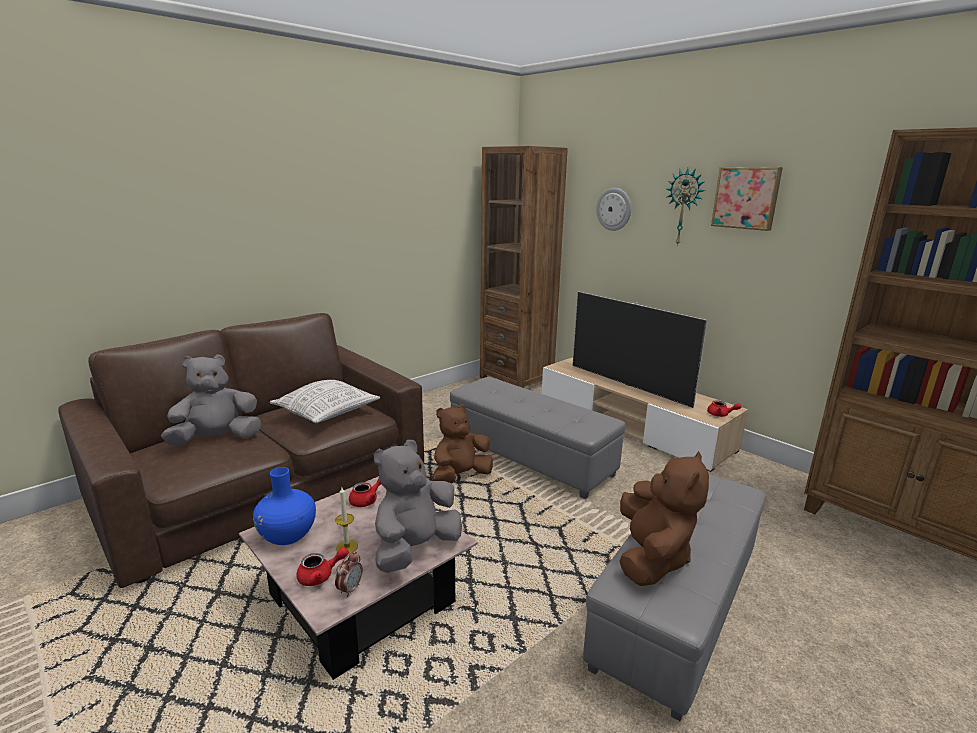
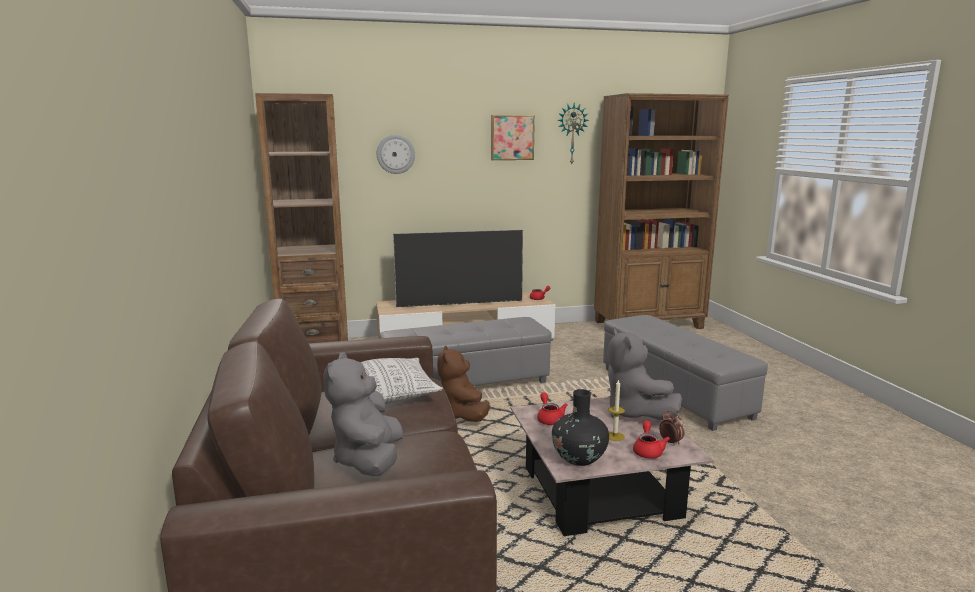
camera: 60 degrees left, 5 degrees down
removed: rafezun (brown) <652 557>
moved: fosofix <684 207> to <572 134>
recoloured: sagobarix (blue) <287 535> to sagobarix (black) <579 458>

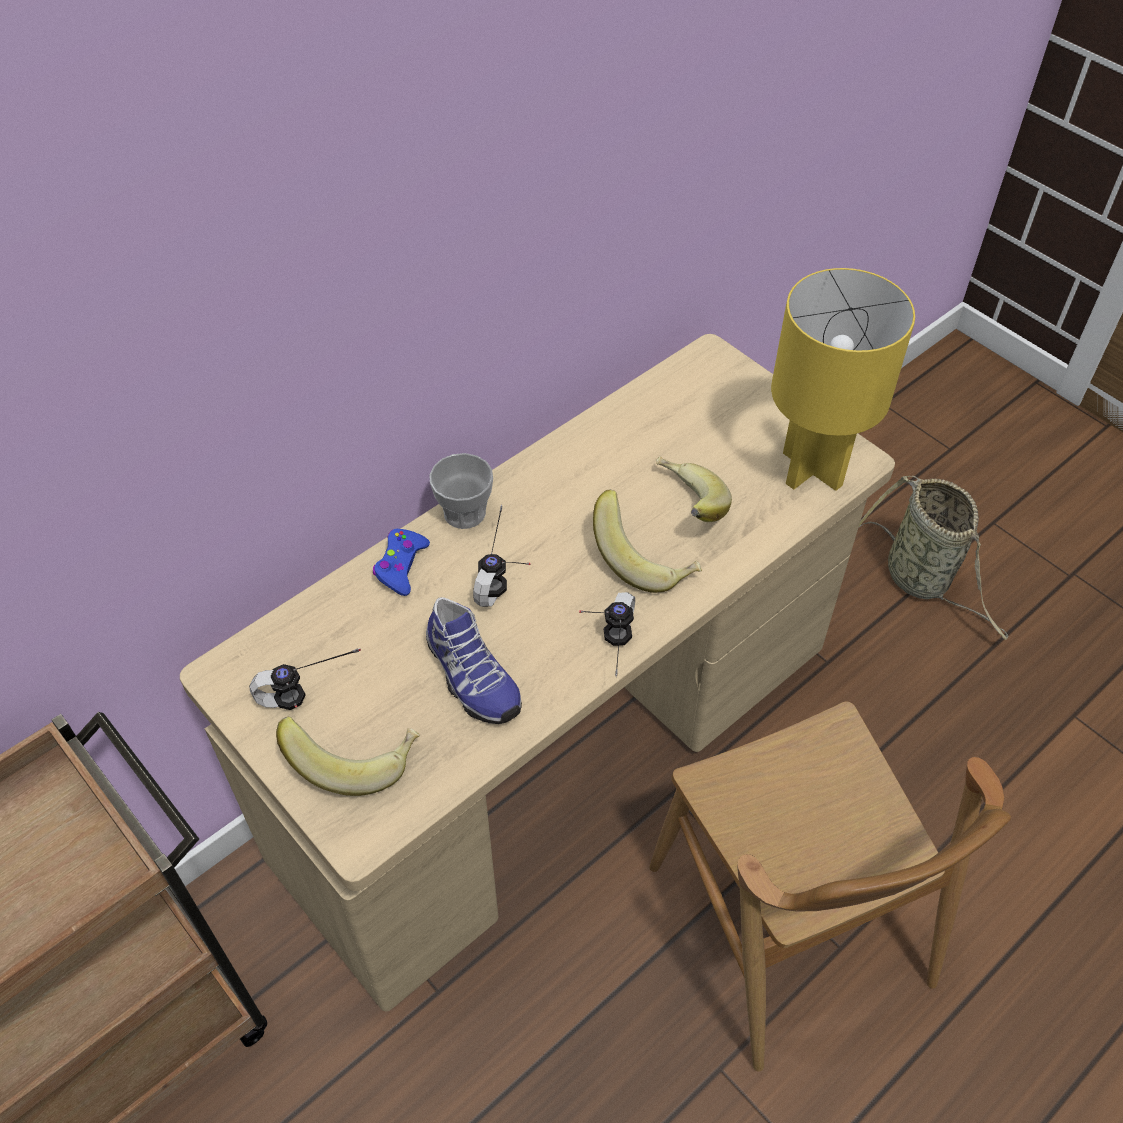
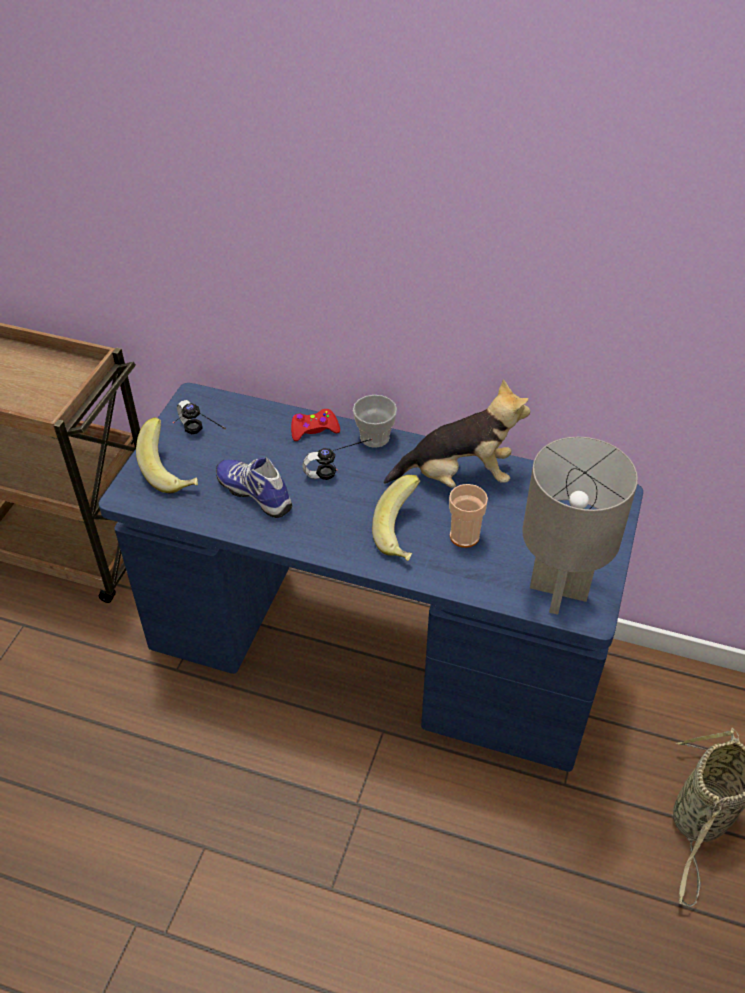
camera: 60 degrees right, 5 degrees down
removed: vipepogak <603 651>; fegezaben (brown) <789 925>
added: rafezun <458 476>
replaced: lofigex <684 507> to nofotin <464 536>
recoloured: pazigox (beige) <560 751> to pazigox (blue) <373 652>; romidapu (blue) <401 566> to romidapu (red) <314 429>; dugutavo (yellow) <812 468> to dugutavo (grey) <559 591>
turned: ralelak <469 677> = <256 493> 105 degrees clockwise

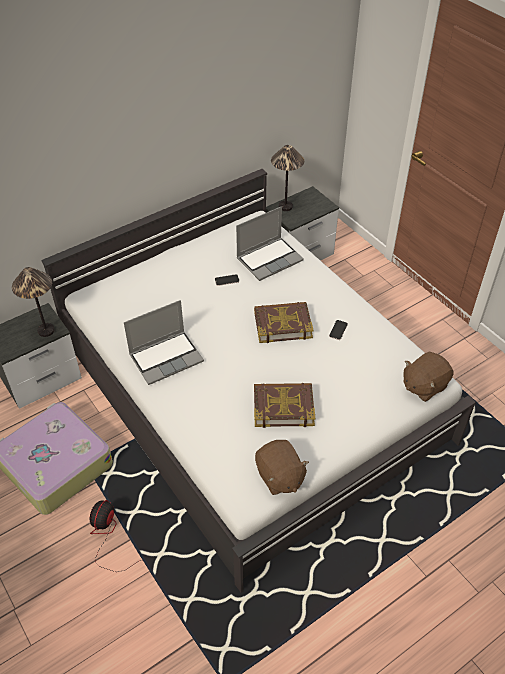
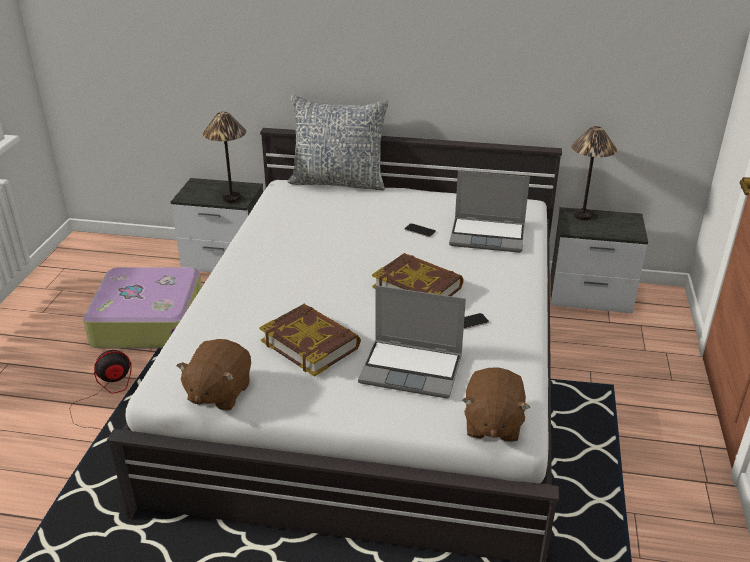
camera: 45 degrees right, 15 degrees down
added: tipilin <338 182>
moved: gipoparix <166 357> to <412 369>
turned: rafezun (brown) <424 385> = <492 424> 90 degrees counterclockwise

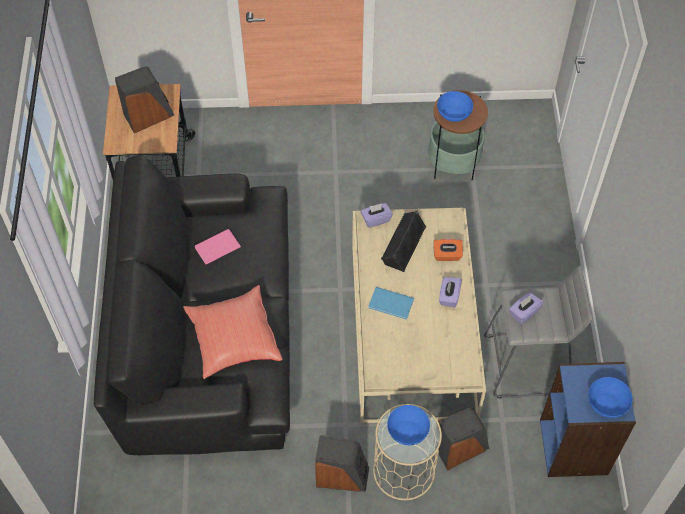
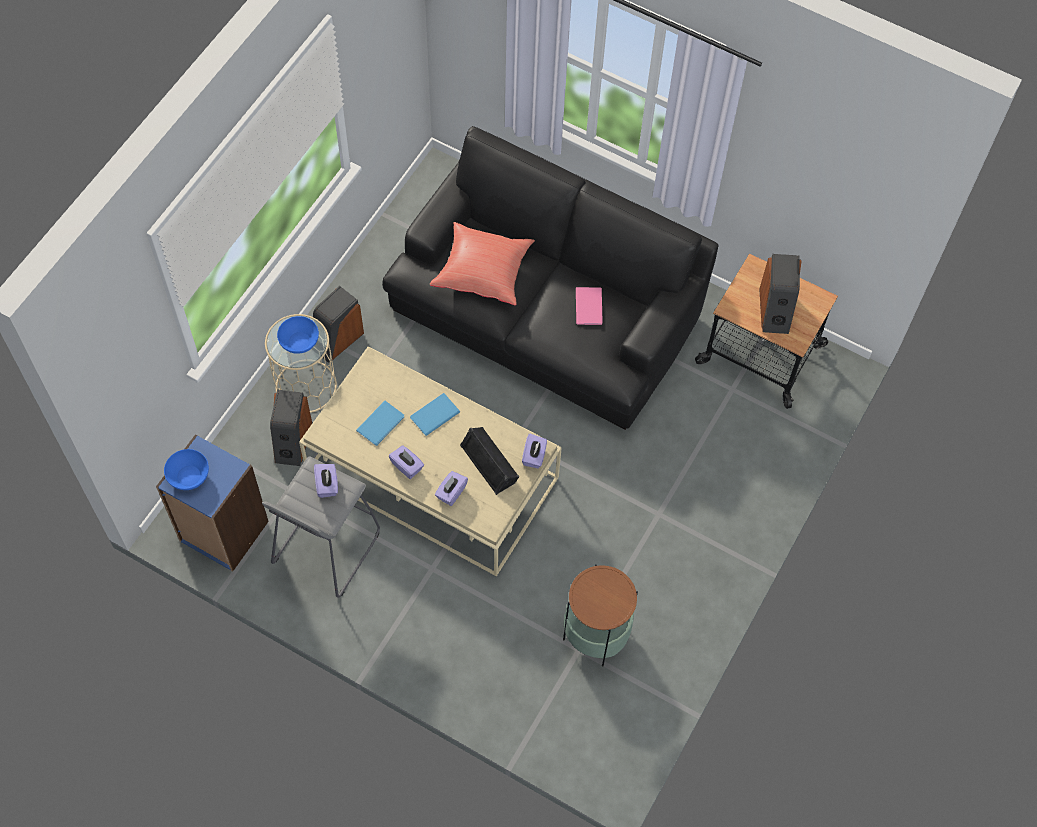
camera: 120 degrees right, 5 degrees up
removed: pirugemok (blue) <453 114>
added: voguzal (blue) <382 423>
recoloured: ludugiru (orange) <447 255> to ludugiru (purple) <451 492>

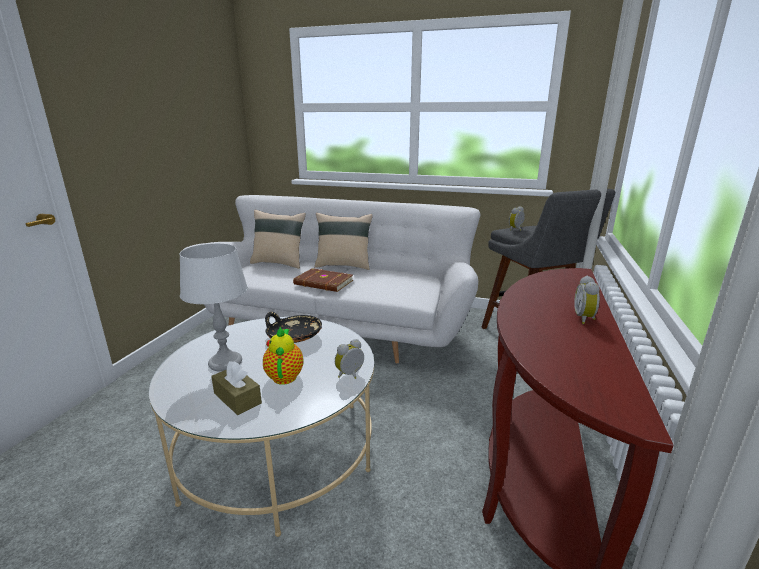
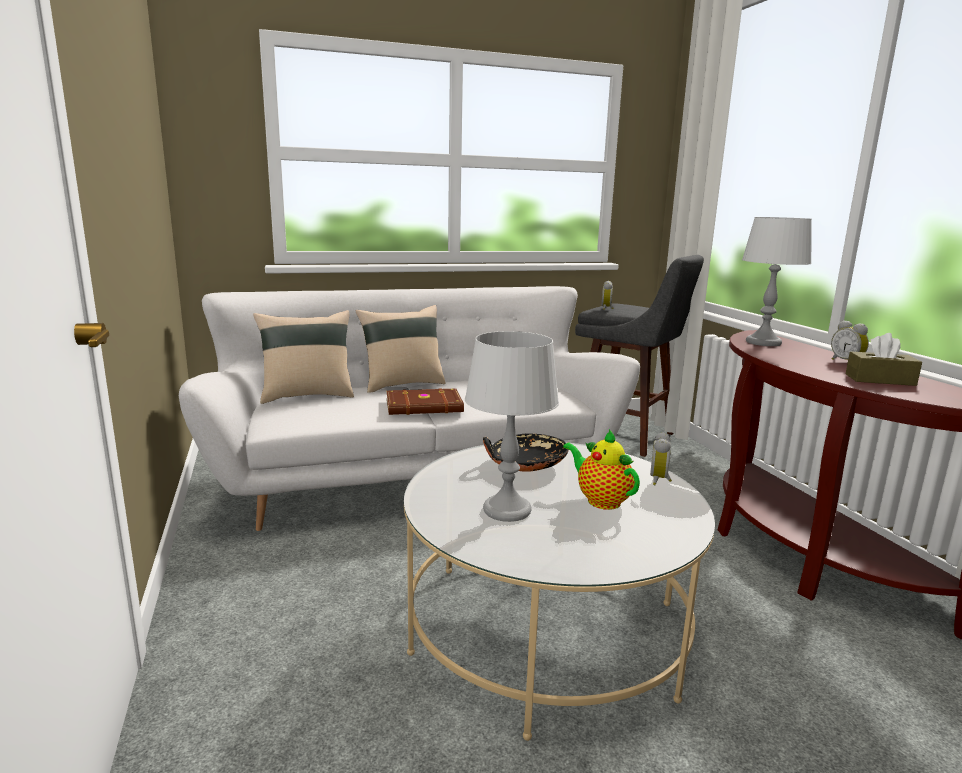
camera: 35 degrees left, 5 degrees down
added: dugutavo (grey) <763 342>
moved: ludugiru (brown) <237 398> to <880 380>

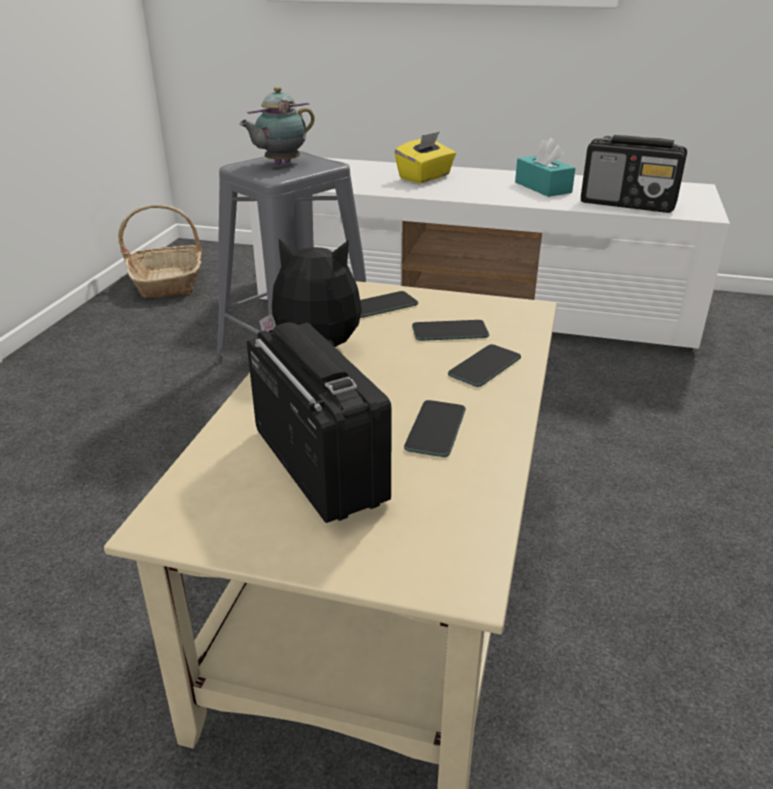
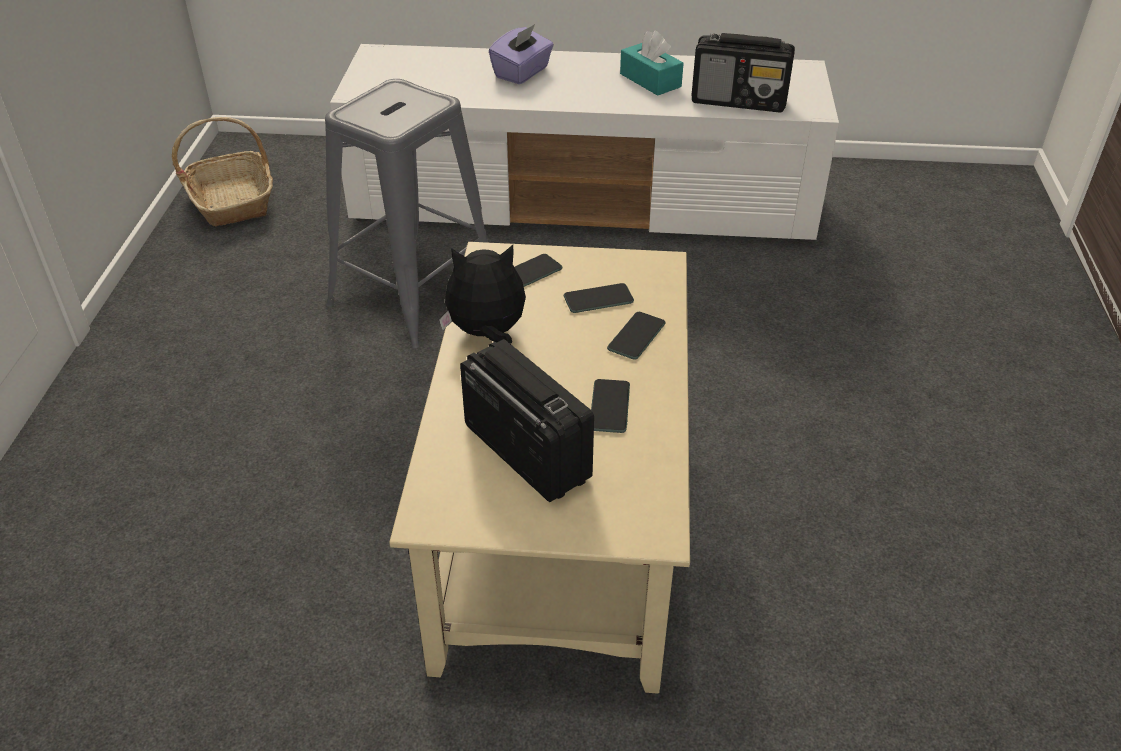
camera: 10 degrees left, 10 degrees up
removed: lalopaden <280 164>
recoloured: ludugiru (yellow) <425 177> to ludugiru (purple) <522 73>

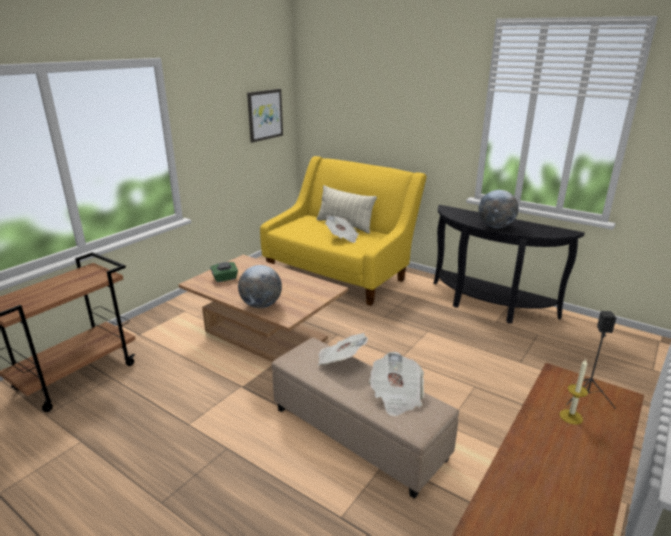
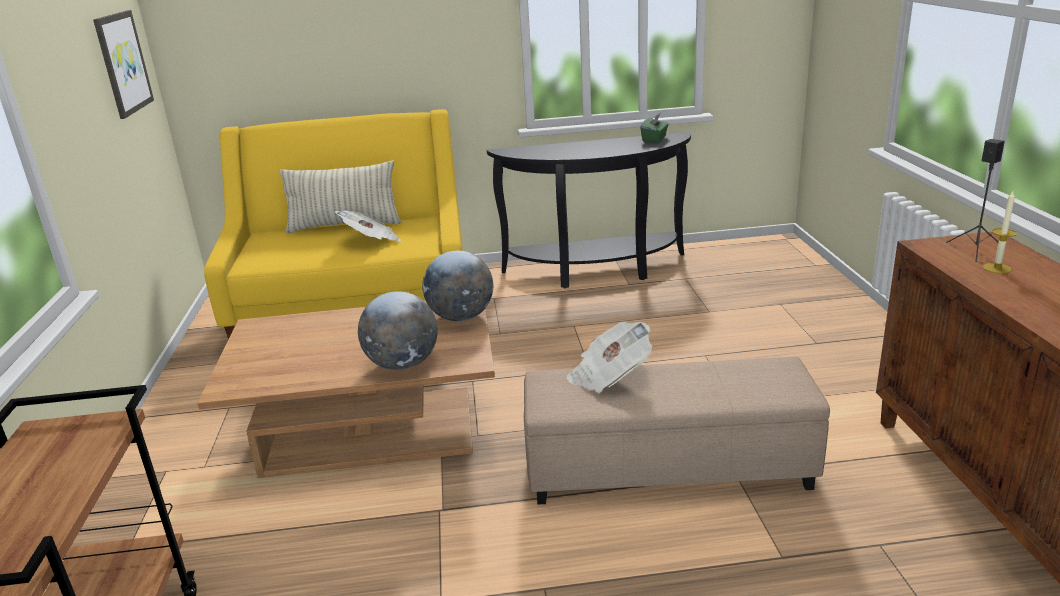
camera: 40 degrees left, 0 degrees up
removed: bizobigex <396 396>
moved: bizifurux <495 227> to <461 317>; ludugiru (green) <225 278> to <654 139>

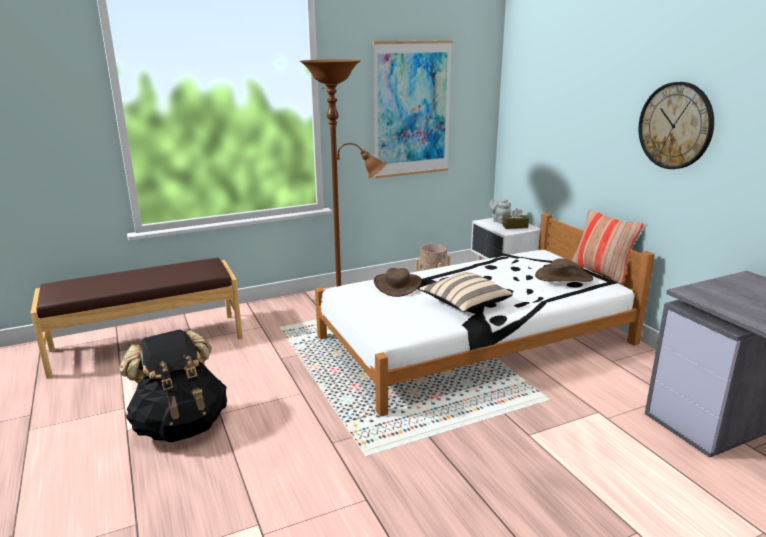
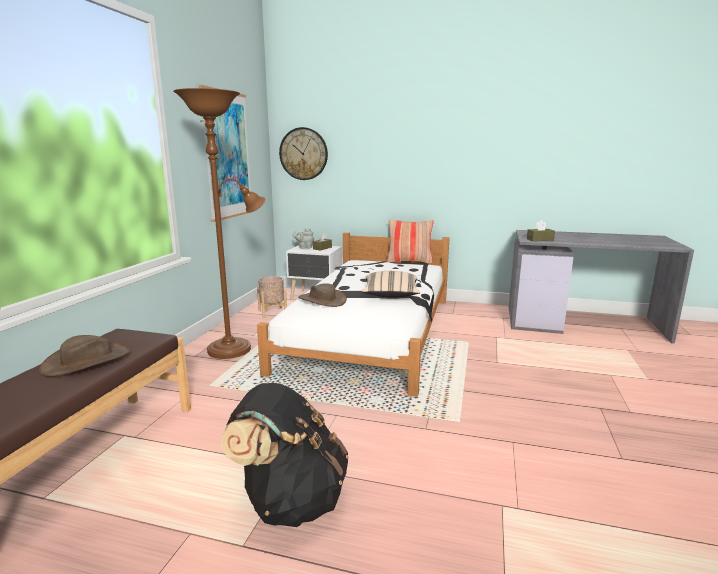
camera: 50 degrees left, 5 degrees down
added: ludugiru (brown) <540 239>
moved: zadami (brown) <563 277> to <87 361>; fosofix <675 126> to <303 154>

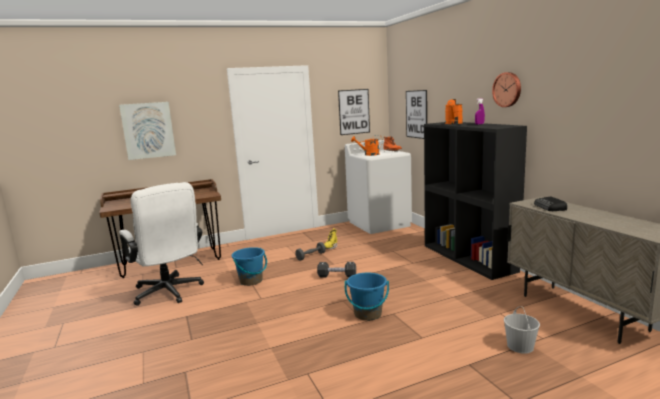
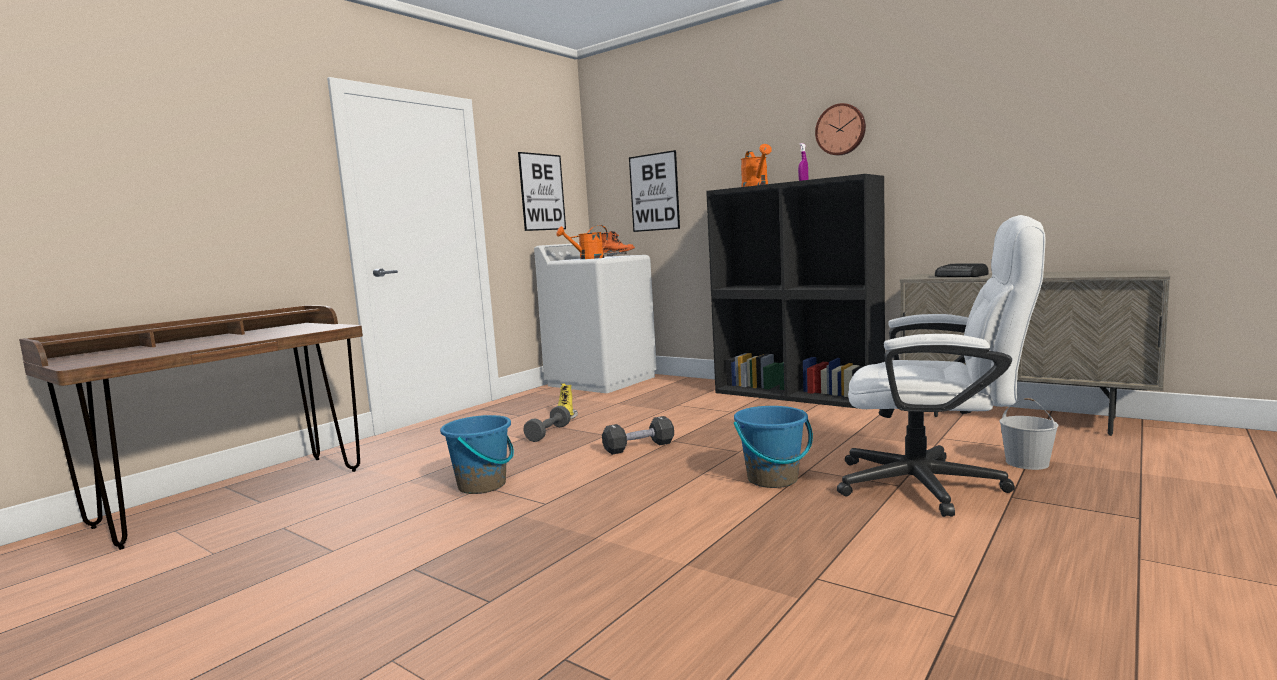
camera: 30 degrees left, 5 degrees down
removed: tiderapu <148 130>
moved: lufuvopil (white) <169 293> to <936 486>

